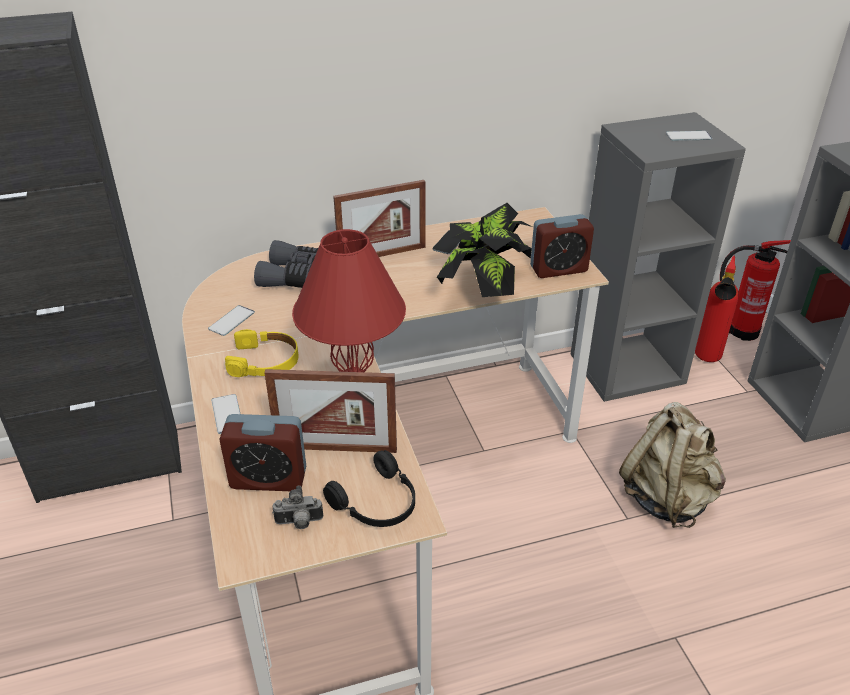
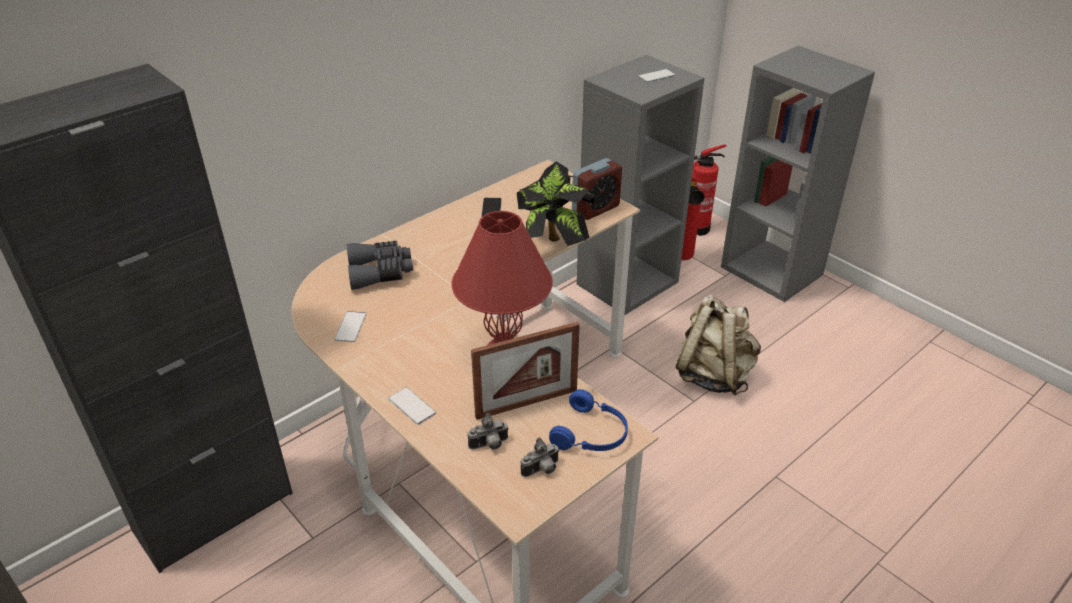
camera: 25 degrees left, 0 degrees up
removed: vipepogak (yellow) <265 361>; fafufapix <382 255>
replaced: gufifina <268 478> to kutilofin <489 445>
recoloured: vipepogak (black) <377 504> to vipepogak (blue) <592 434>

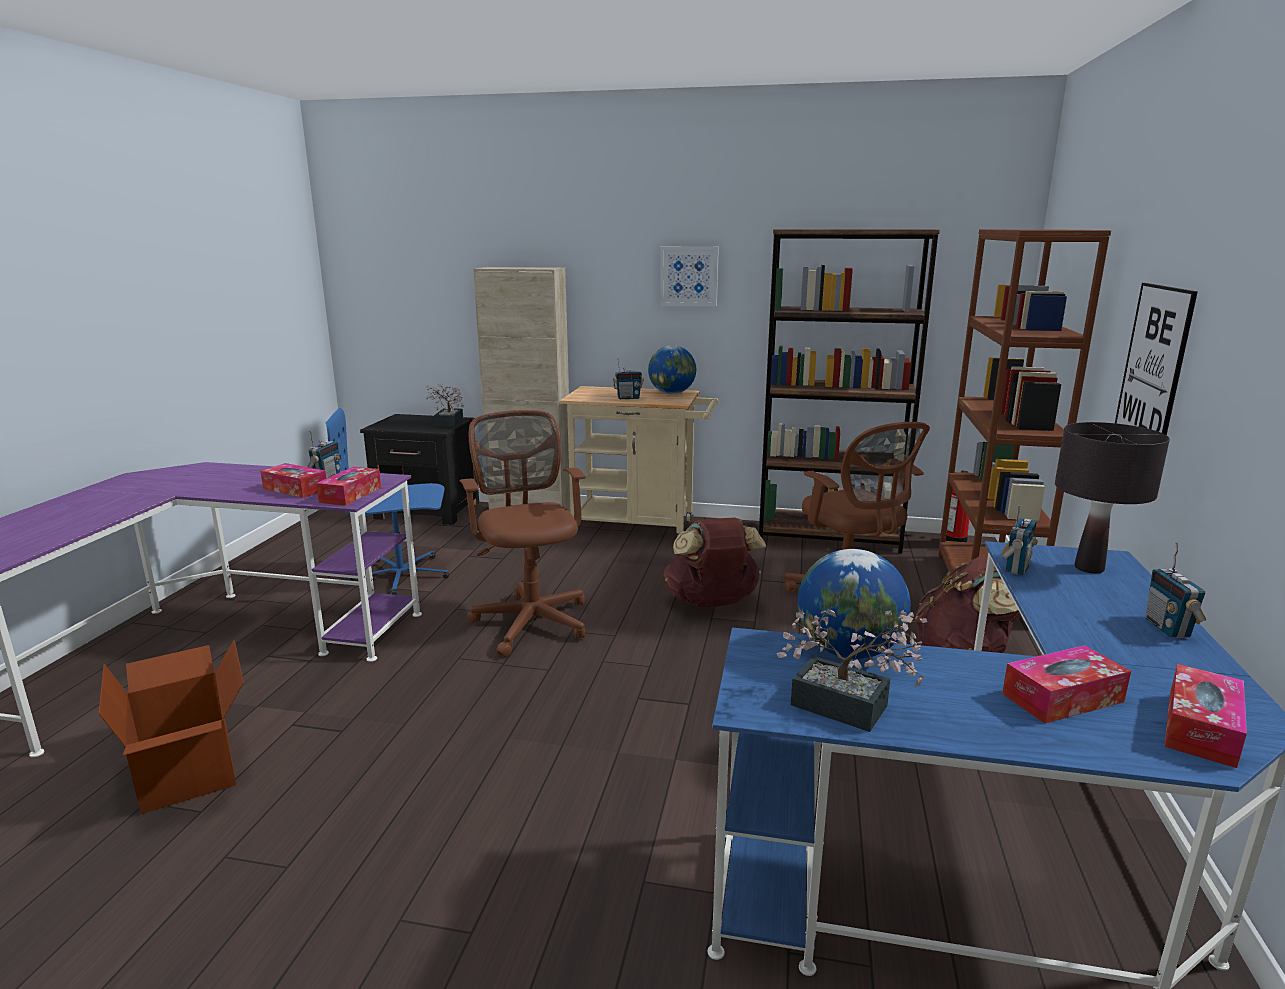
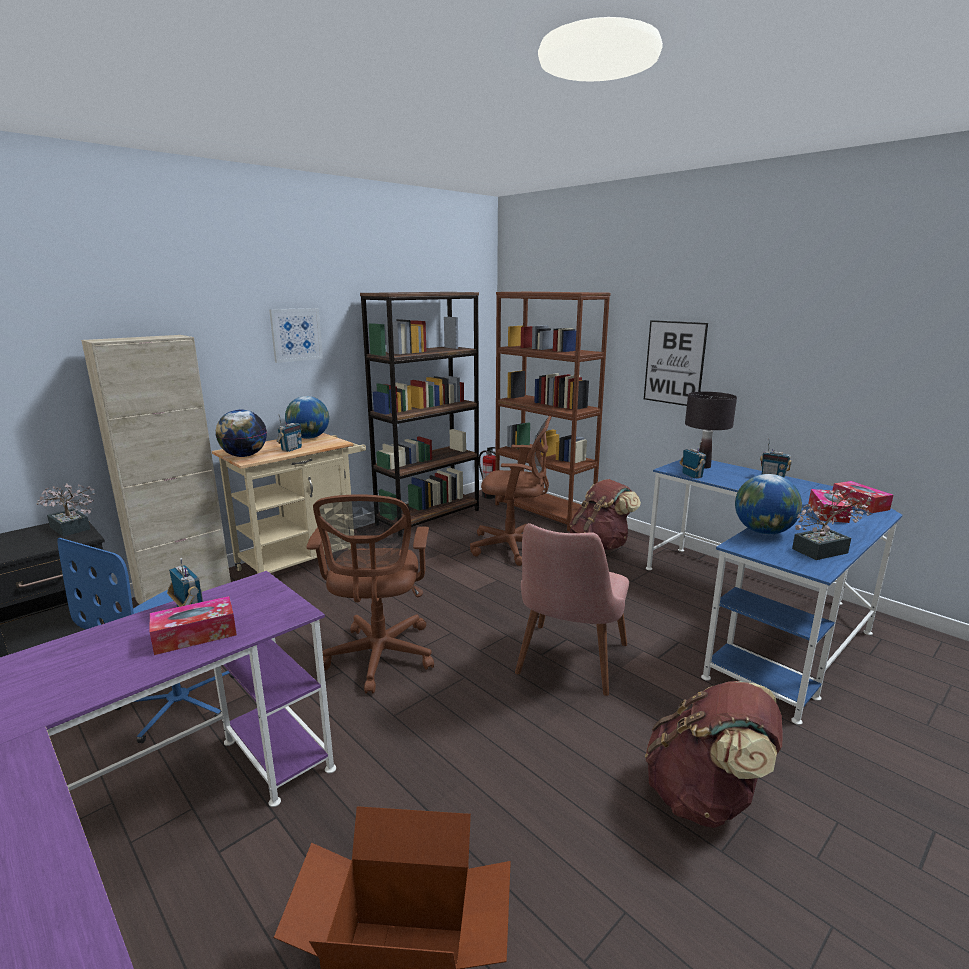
camera: 55 degrees left, 0 degrees up
removed: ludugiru <350 495>
added: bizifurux <244 456>; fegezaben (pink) <568 667>
moved: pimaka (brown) <712 603> to <705 797>
turned: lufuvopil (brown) <531 620> = <379 659> 105 degrees counterclockwise

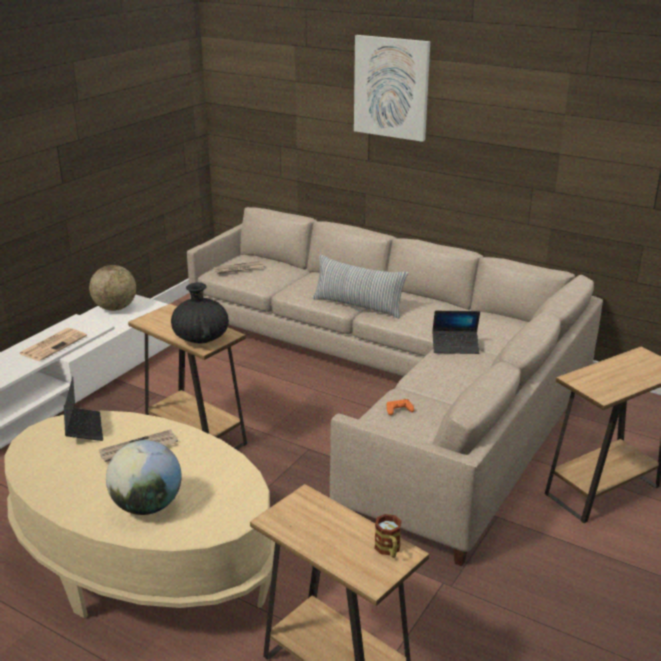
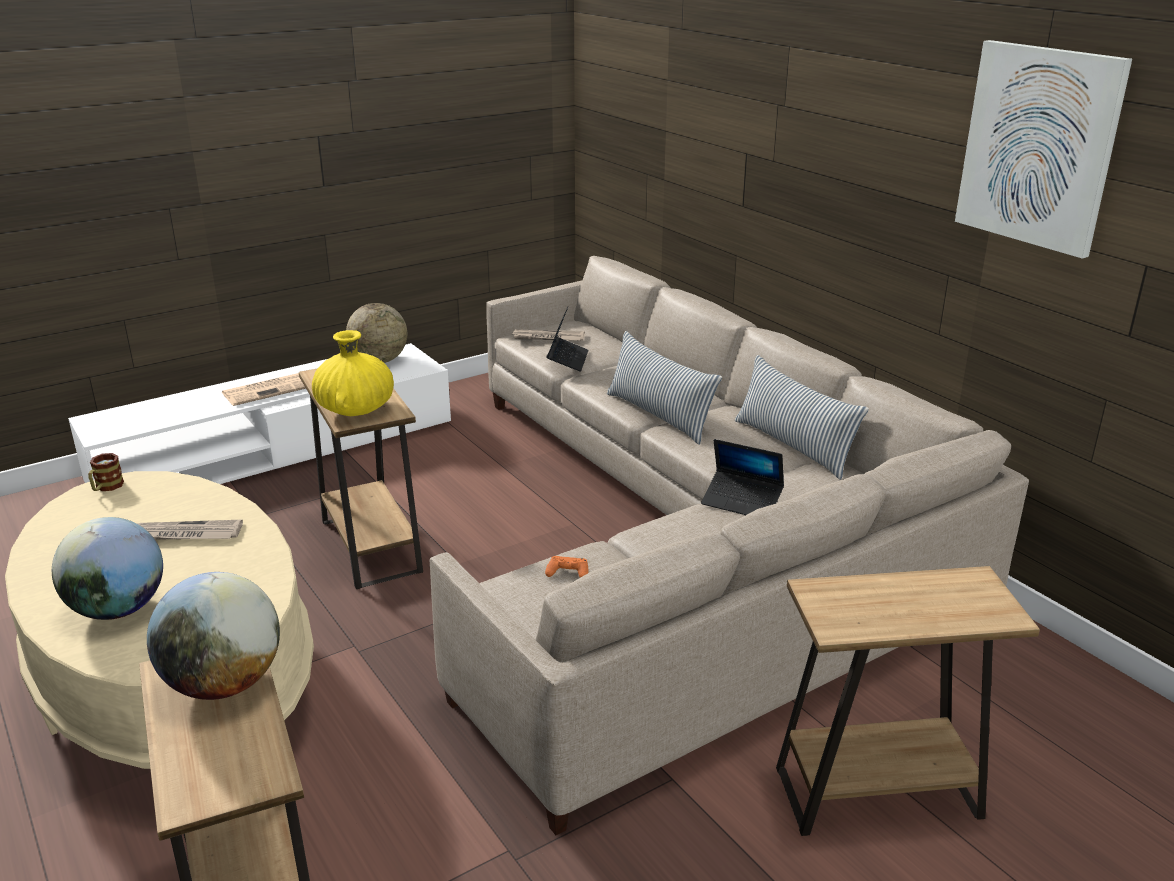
camera: 25 degrees right, 0 degrees up
added: bizifurux <224 684>; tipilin <793 446>
moved: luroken <389 550> to <106 487>; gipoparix <83 429> to <567 359>; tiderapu <391 87> to <1039 146>
recoloured: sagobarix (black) <201 339> to sagobarix (yellow) <355 410>

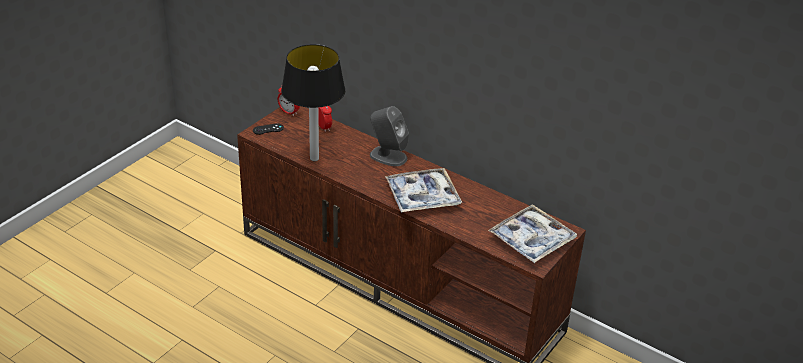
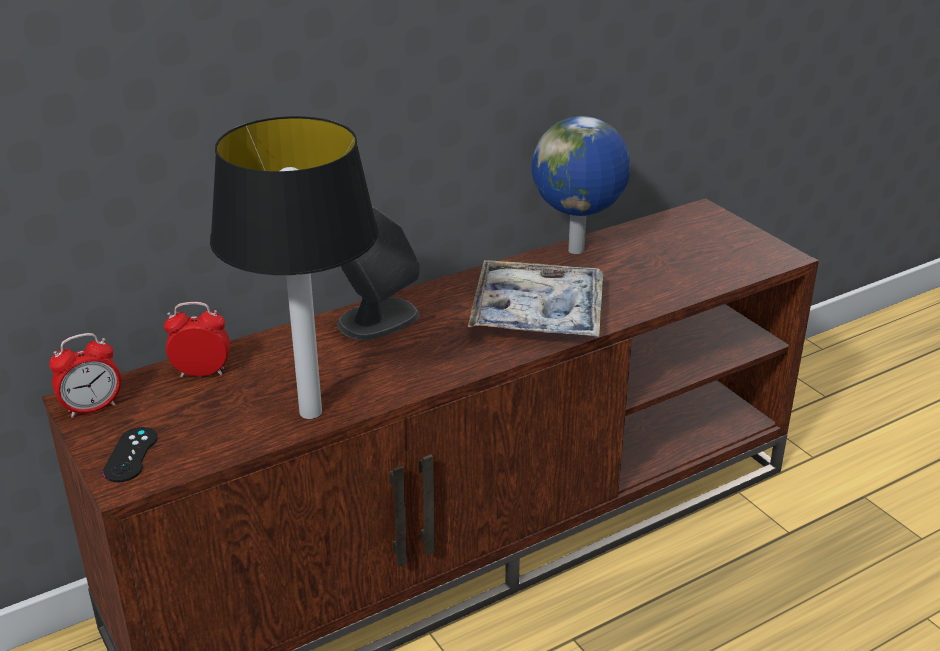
camera: 65 degrees left, 5 degrees down
removed: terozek <531 240>
added: bizifurux <578 251>

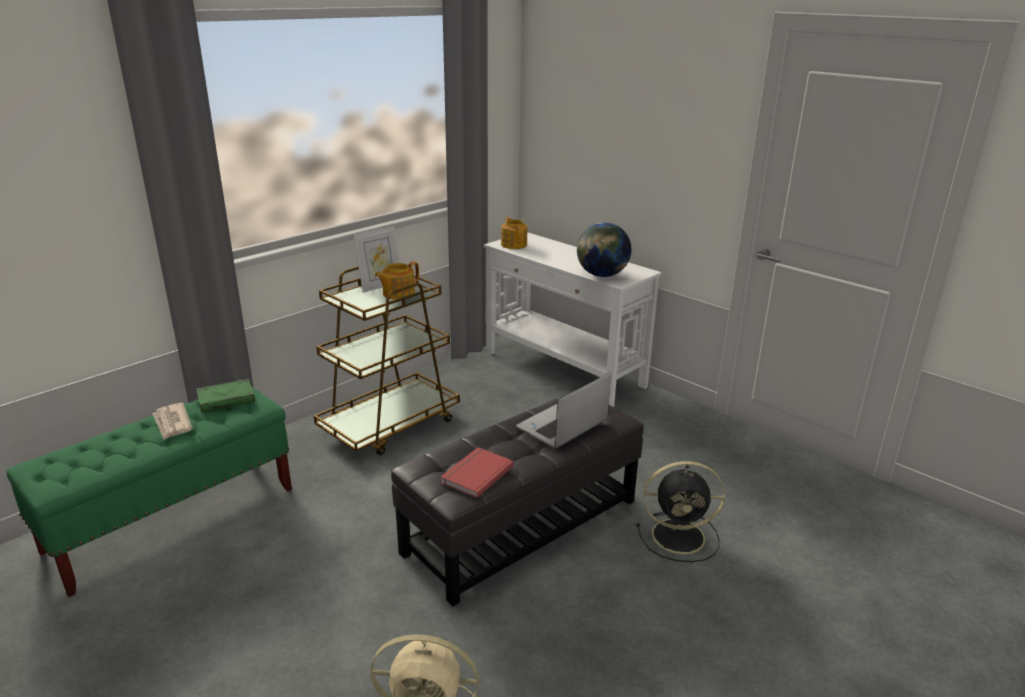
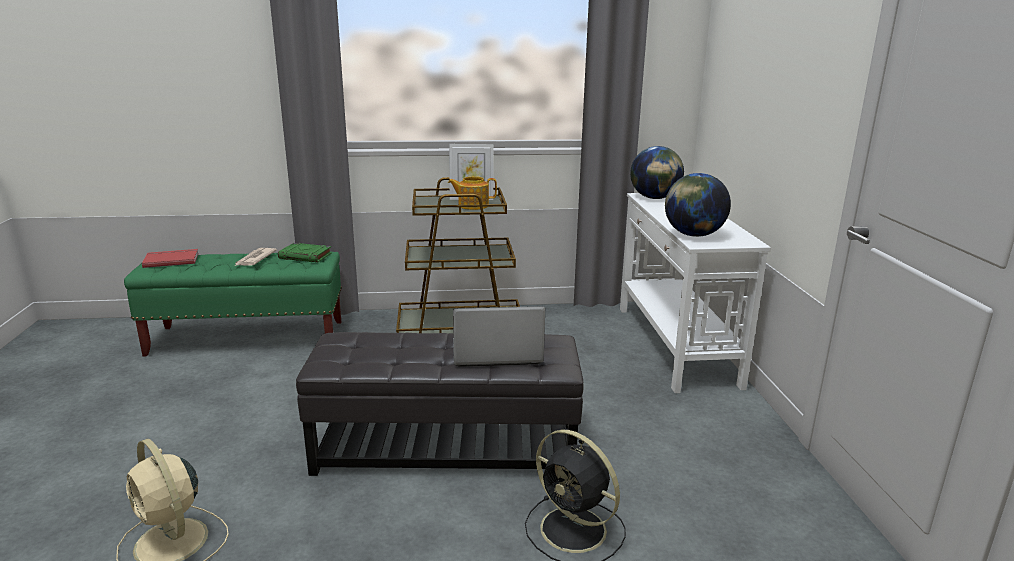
camera: 40 degrees right, 5 degrees down
moved: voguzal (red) <475 474> to <171 260>
replaced: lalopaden <514 244> to bizifurux <654 198>

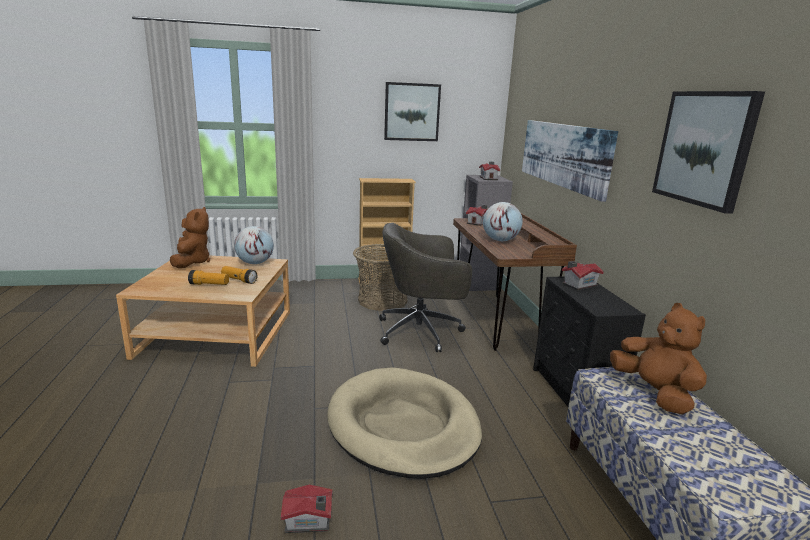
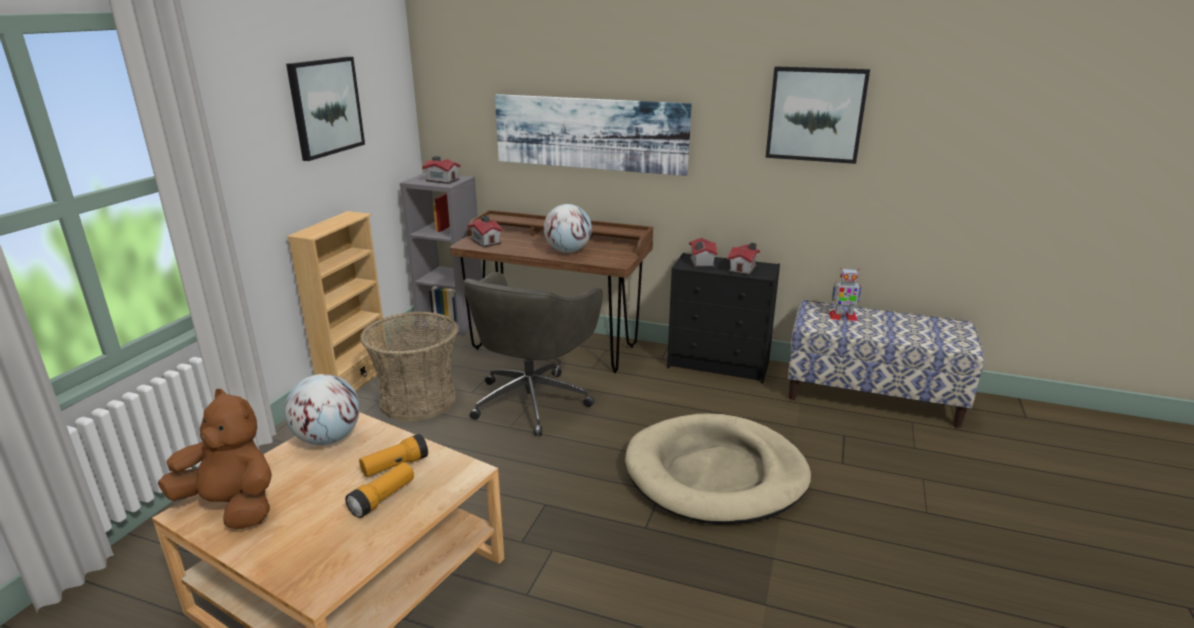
camera: 60 degrees left, 5 degrees up
moved: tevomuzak <309 521> to <743 269>
replaced: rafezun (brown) <654 393> to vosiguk <842 317>

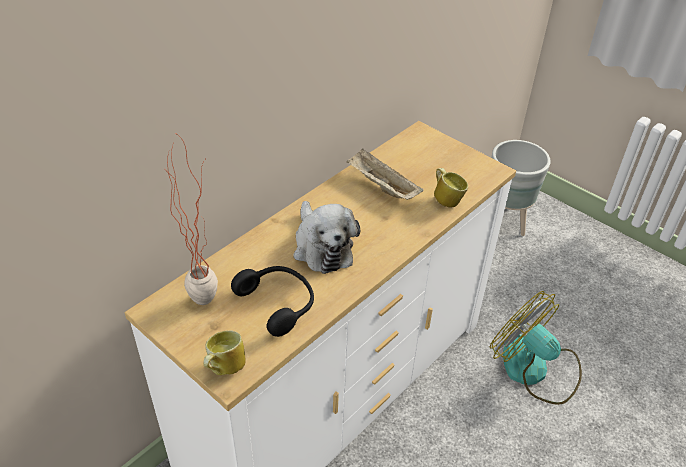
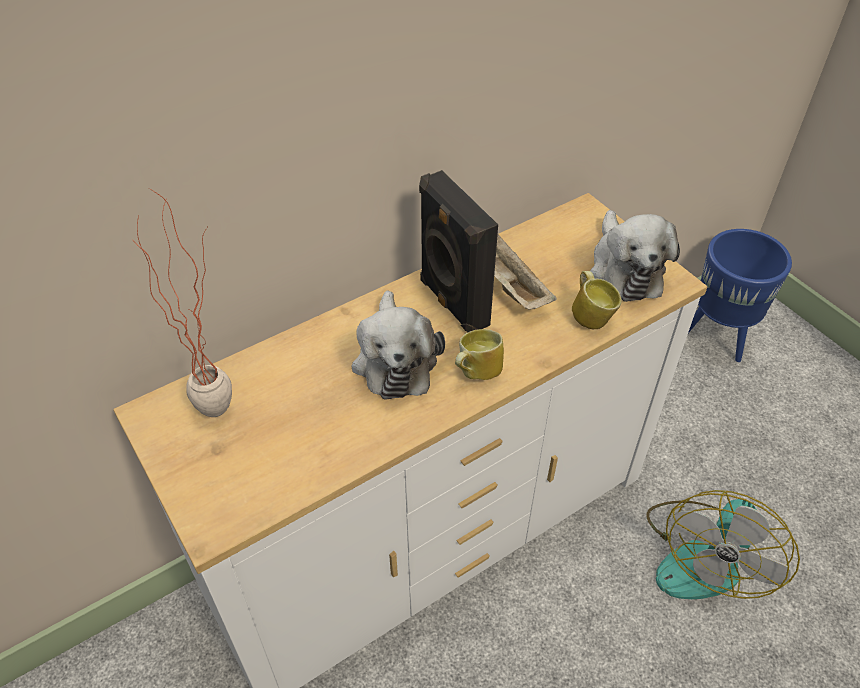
camera: 15 degrees right, 5 degrees up
removed: vipepogak (black) <278 303>
added: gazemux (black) <452 303>; rafezun <625 269>
moved: luroken <224 368> to <475 372>
recoloured: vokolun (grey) <506 221> to vokolun (blue) <719 337>
turned: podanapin <534 370> = <704 555> 120 degrees counterclockwise

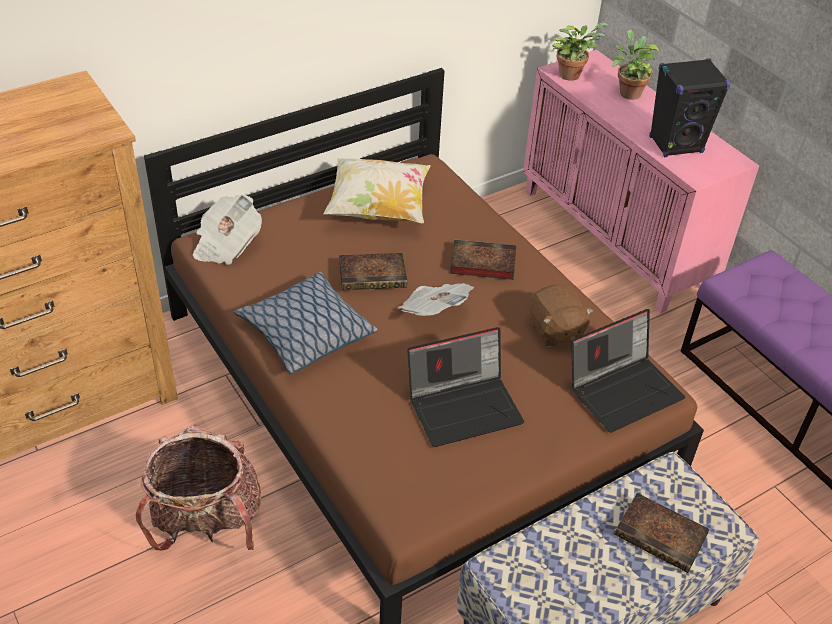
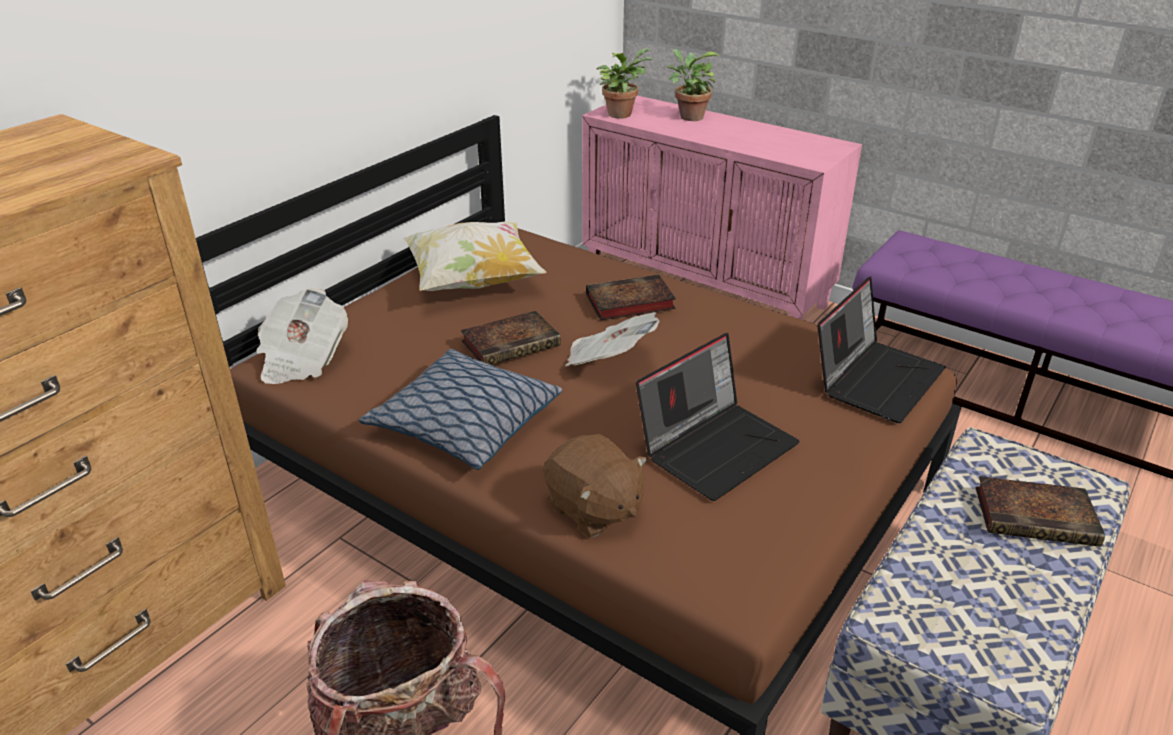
camera: 20 degrees left, 10 degrees down
removed: gazemux (black) <676 145>
moved: rafezun (brown) <555 331> to <593 509>

